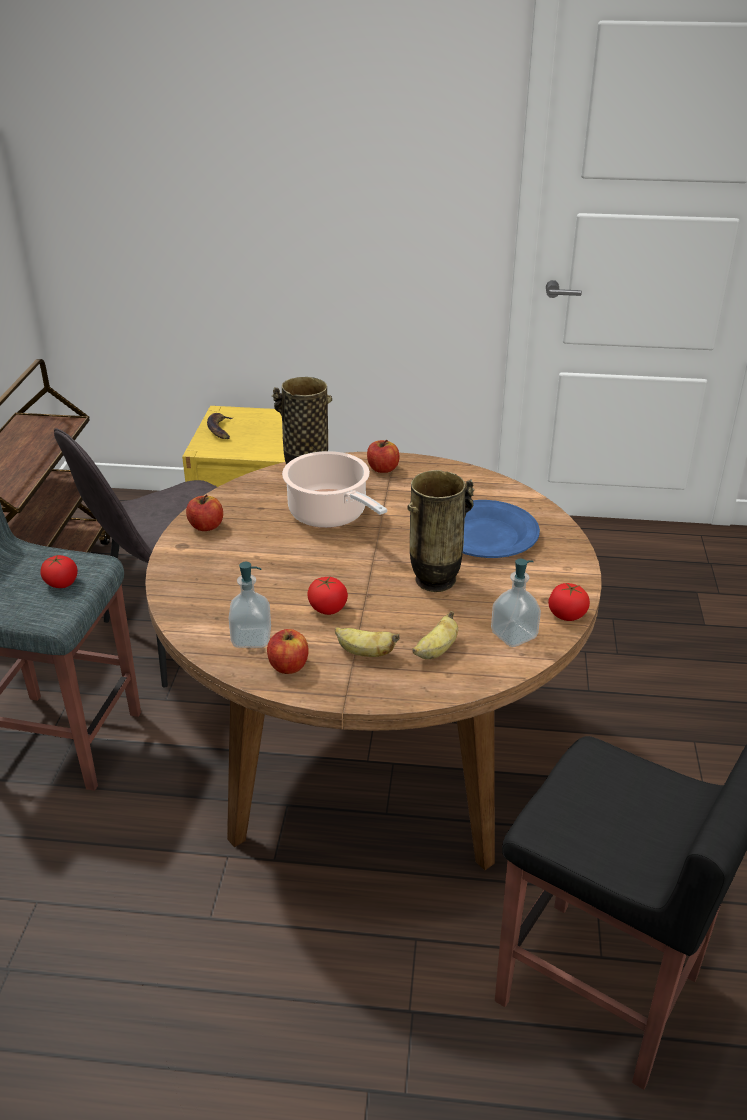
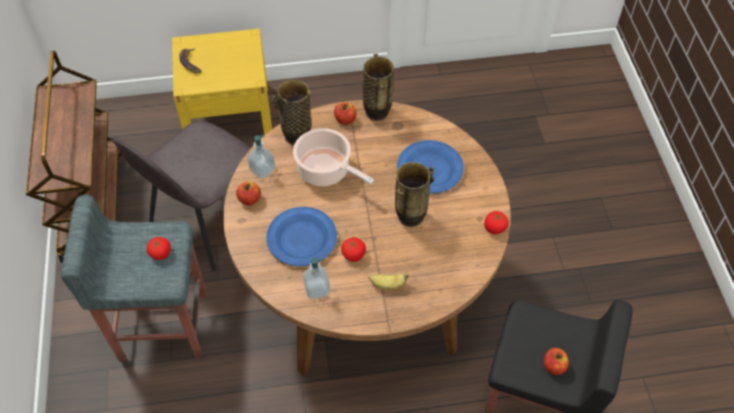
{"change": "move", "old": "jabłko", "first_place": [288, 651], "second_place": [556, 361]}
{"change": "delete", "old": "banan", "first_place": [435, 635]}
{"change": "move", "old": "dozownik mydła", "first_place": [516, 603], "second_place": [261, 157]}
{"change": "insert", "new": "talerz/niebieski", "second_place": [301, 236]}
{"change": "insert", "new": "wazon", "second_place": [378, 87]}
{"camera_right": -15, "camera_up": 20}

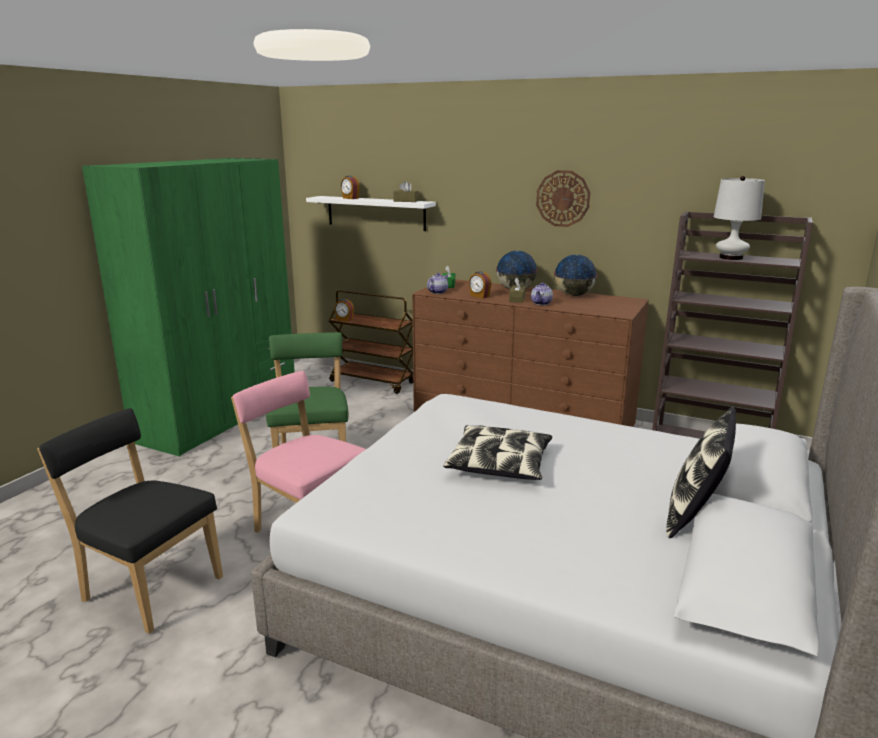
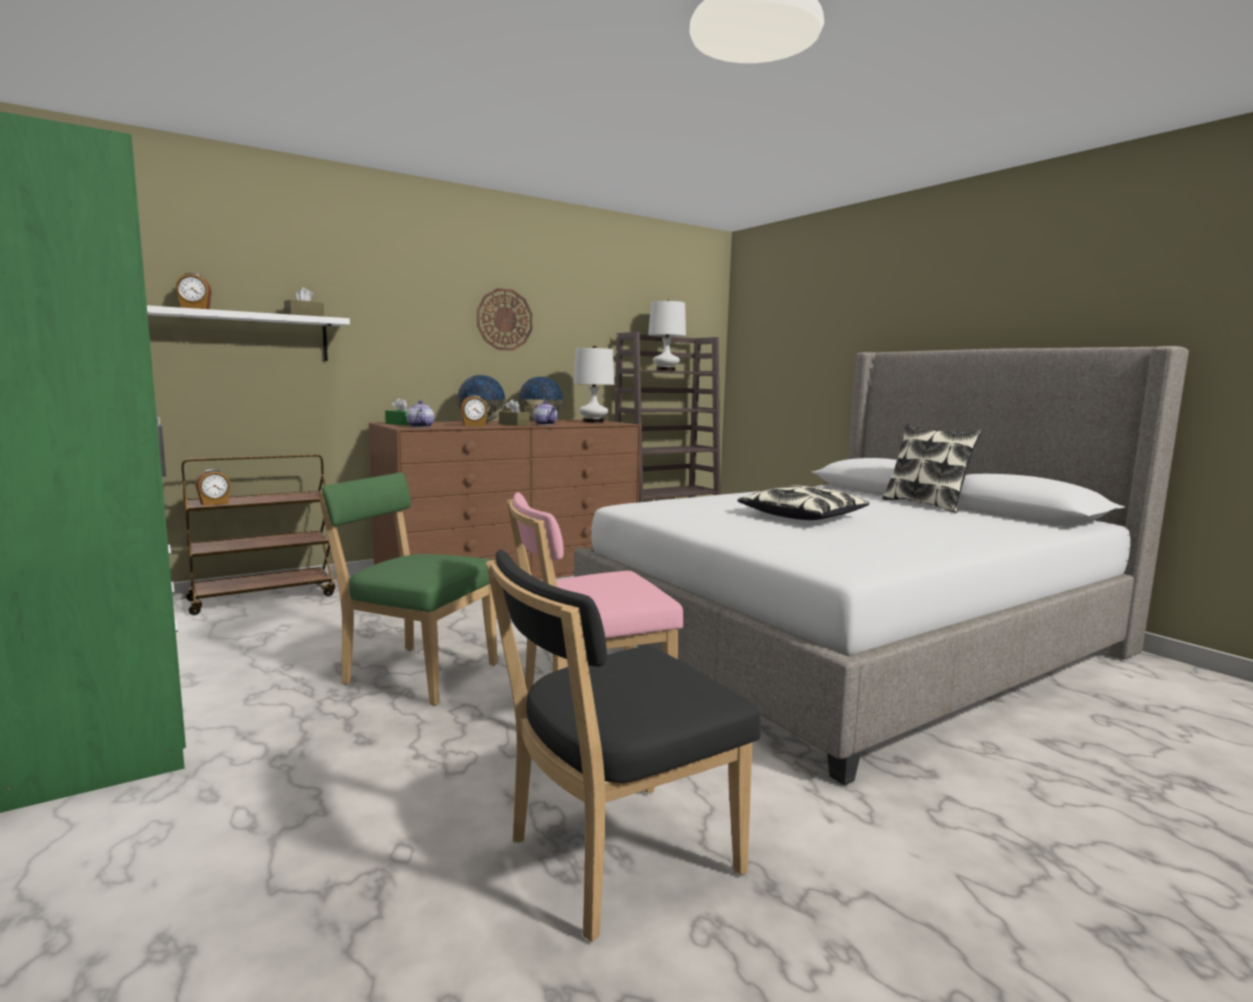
{"change": "insert", "new": "lampa stołowa/biały", "second_place": [594, 384]}
{"camera_right": -60, "camera_up": -10}

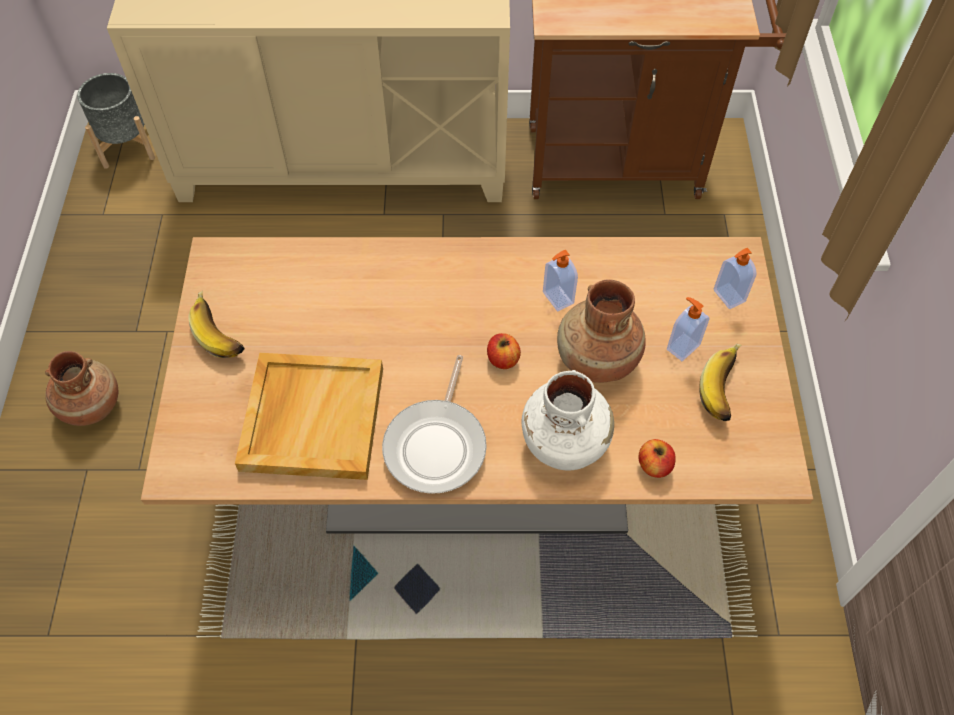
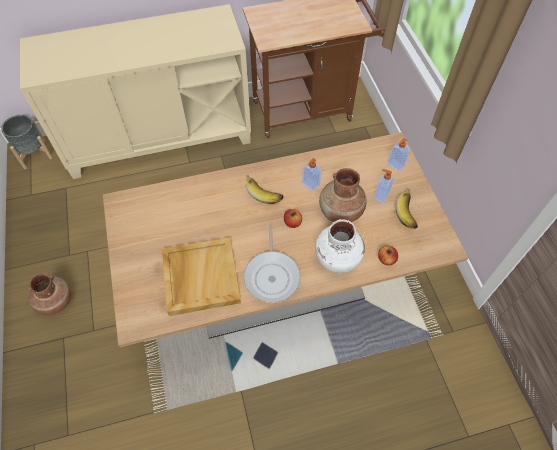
{"change": "move", "old": "banan", "first_place": [216, 324], "second_place": [264, 189]}
{"camera_right": -15, "camera_up": 0}

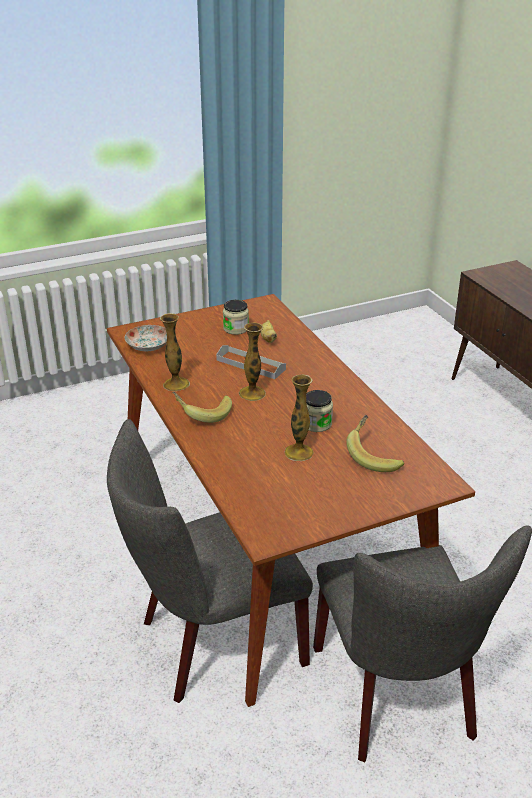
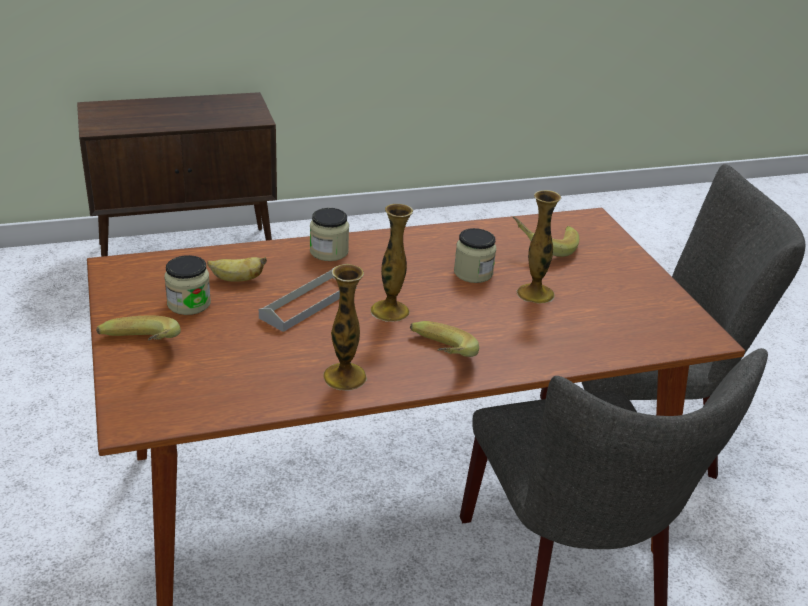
{"change": "delete", "old": "talerz", "first_place": [146, 338]}
{"change": "insert", "new": "banan", "second_place": [138, 327]}
{"change": "insert", "new": "słoik", "second_place": [329, 234]}
{"camera_right": -85, "camera_up": 0}

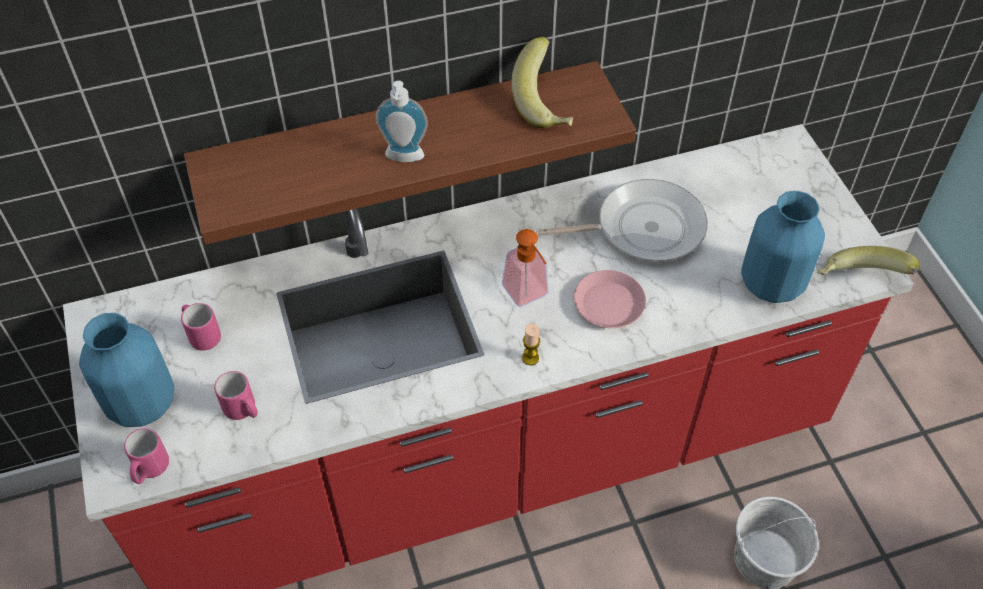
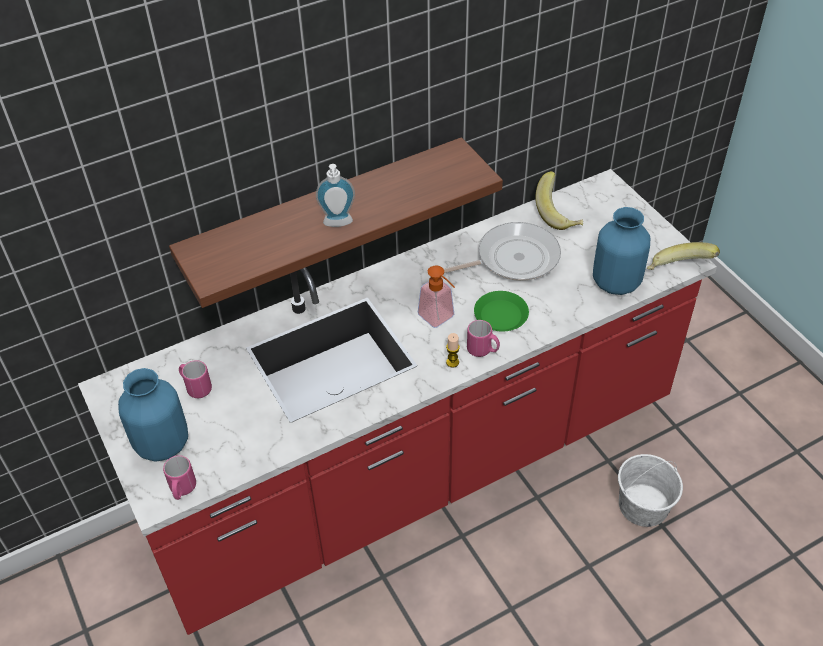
{"change": "move", "old": "kubek/różowy", "first_place": [236, 395], "second_place": [483, 338]}
{"change": "move", "old": "banan", "first_place": [542, 82], "second_place": [559, 200]}
{"change": "recolor", "old": "talerz/różowy", "new": "talerz/zielony", "first_place": [610, 299], "second_place": [501, 311]}
{"camera_right": -10, "camera_up": -5}

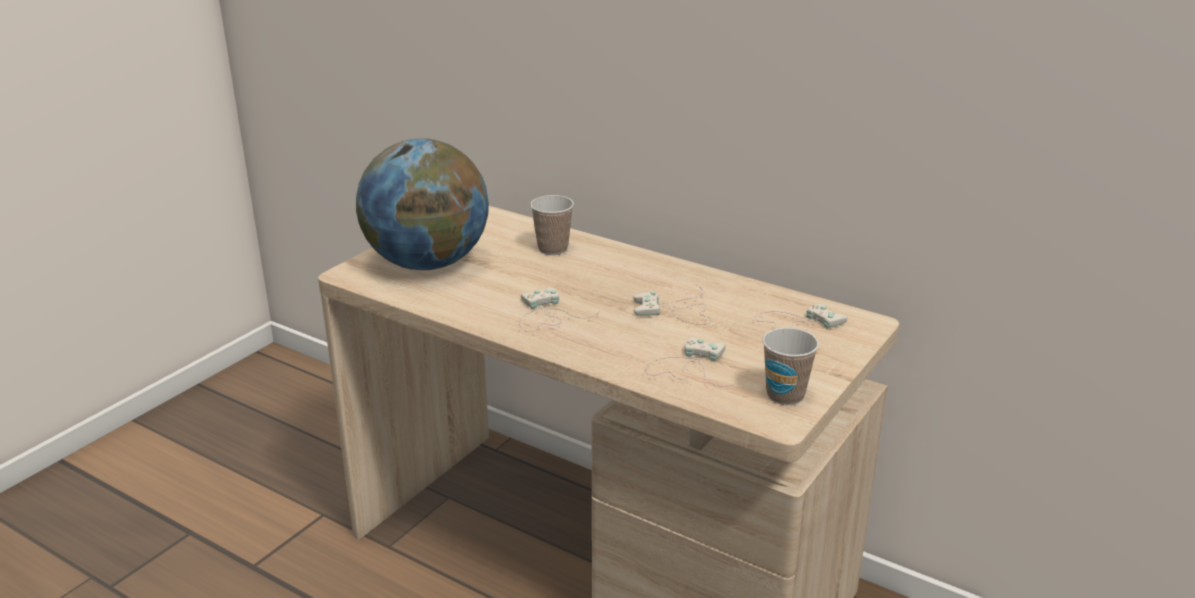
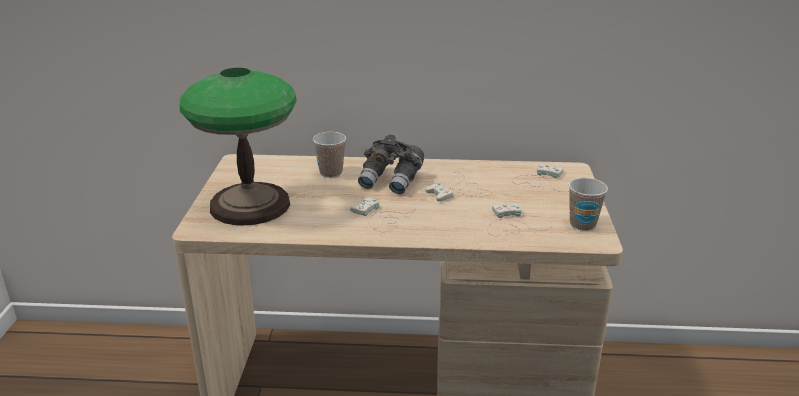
{"change": "replace", "old": "globus", "new": "lampa stołowa", "first_place": [422, 204], "second_place": [238, 147]}
{"change": "insert", "new": "lornetka/szary", "second_place": [391, 164]}
{"camera_right": -30, "camera_up": 0}

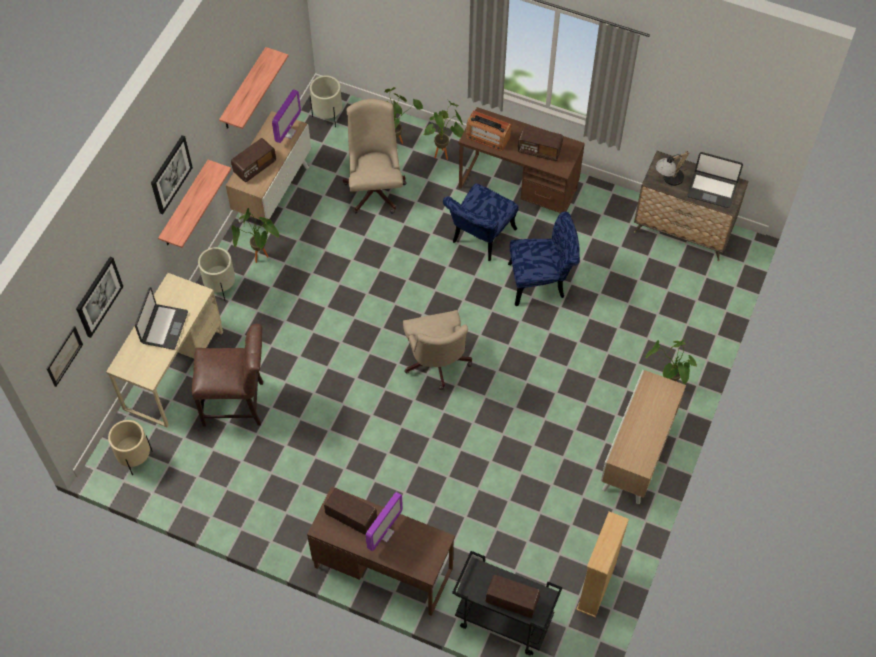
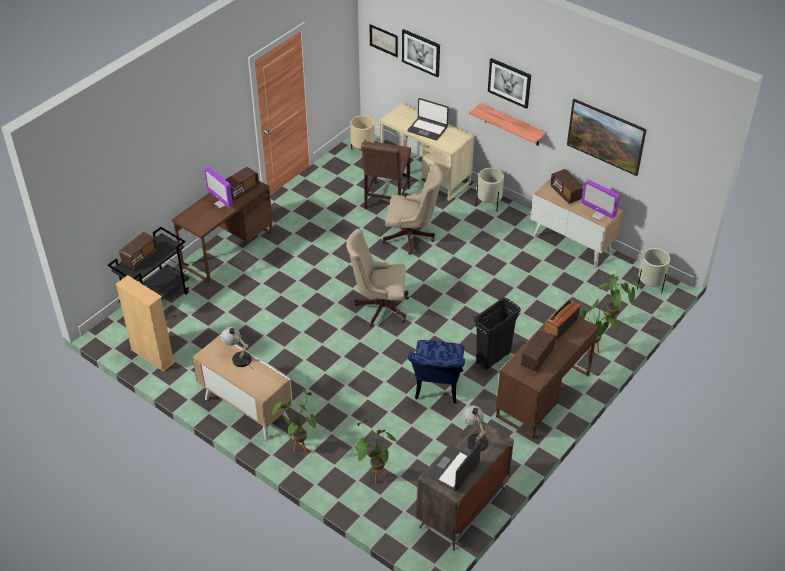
{"change": "replace", "old": "półka", "new": "obraz", "first_place": [253, 88], "second_place": [607, 137]}
{"change": "move", "old": "roślina doniczkowa", "first_place": [255, 235], "second_place": [376, 450]}
{"change": "move", "old": "krzesło biurowe/beżowy", "first_place": [374, 156], "second_place": [412, 209]}
{"change": "replace", "old": "krzesło/niebieski", "new": "kosz na śmieci/czarny", "first_place": [481, 222], "second_place": [497, 333]}
{"change": "insert", "new": "lampa stołowa", "second_place": [237, 348]}
{"camera_right": 105, "camera_up": -15}

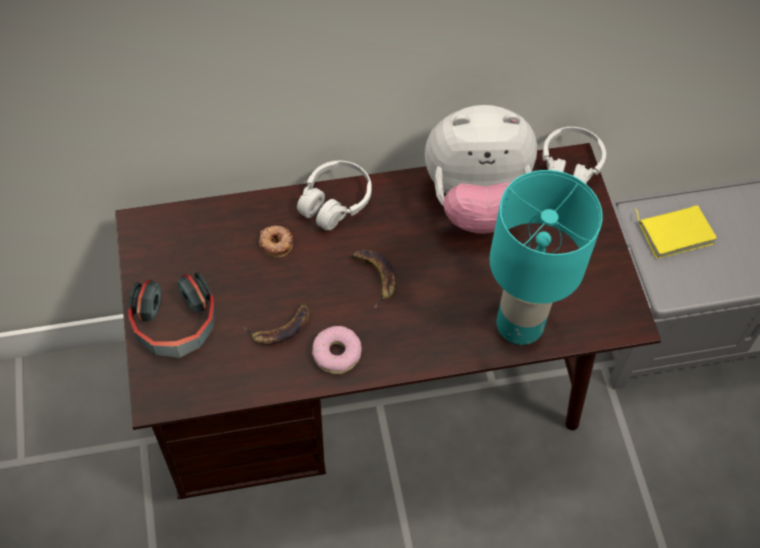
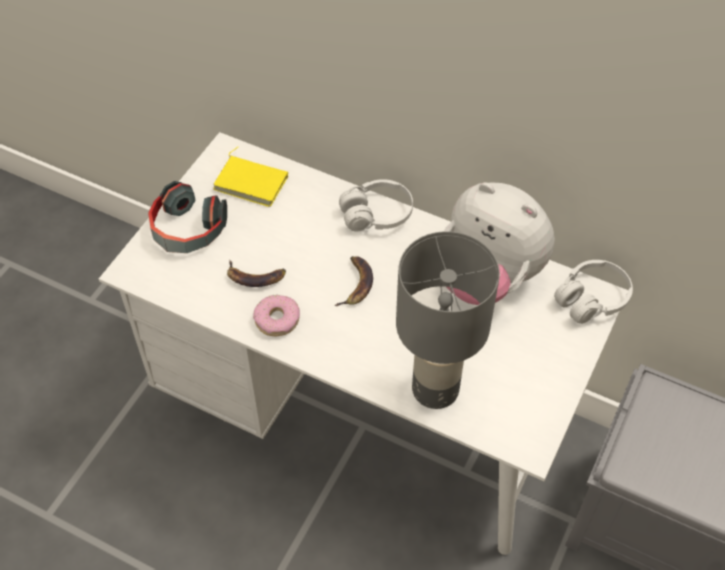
{"change": "recolor", "old": "biurko/brązowy", "new": "biurko/biały", "first_place": [388, 321], "second_place": [363, 343]}
{"change": "delete", "old": "donut", "first_place": [276, 242]}
{"change": "recolor", "old": "lampa stołowa/turkusowy", "new": "lampa stołowa/szary", "first_place": [546, 257], "second_place": [448, 320]}
{"change": "move", "old": "książka/żółty", "first_place": [676, 231], "second_place": [250, 177]}
{"camera_right": 40, "camera_up": -5}

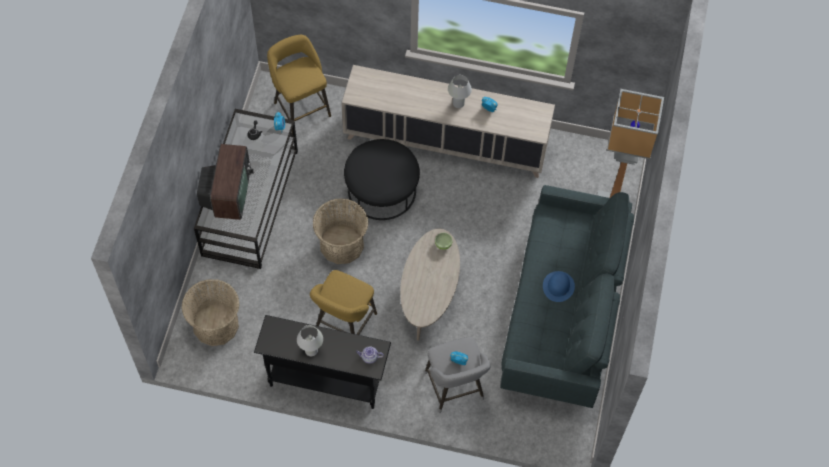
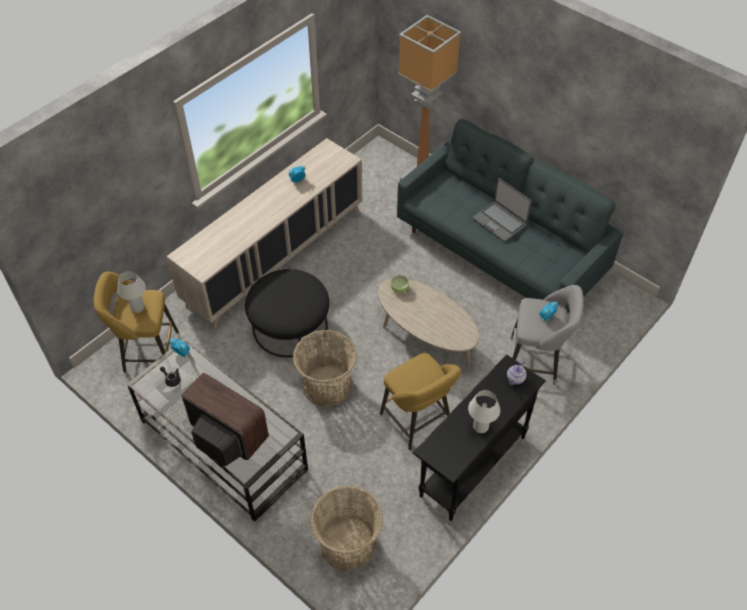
{"change": "move", "old": "lampa stołowa/biały", "first_place": [460, 91], "second_place": [131, 292]}
{"change": "replace", "old": "kapelusz/niebieski", "new": "laptop", "first_place": [559, 286], "second_place": [502, 210]}
{"camera_right": -60, "camera_up": -10}

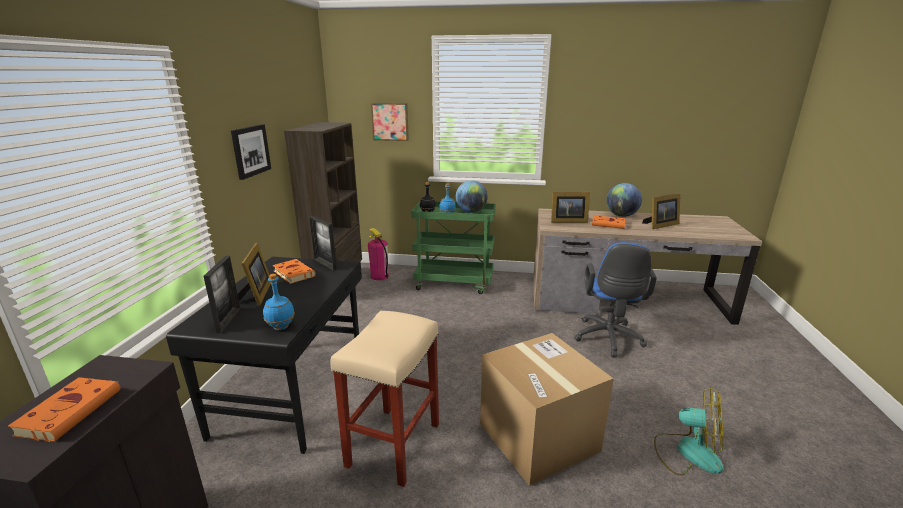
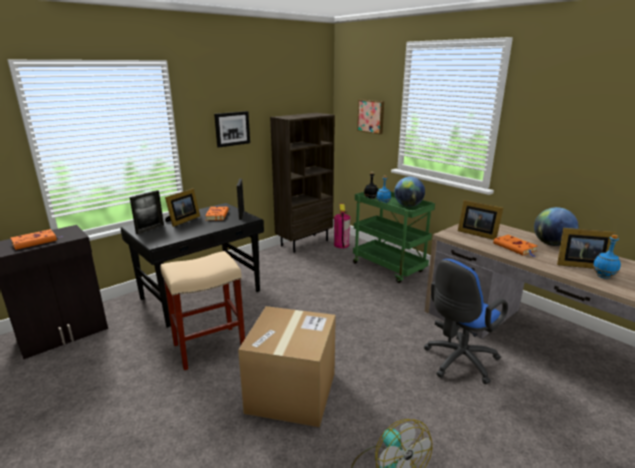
{"change": "move", "old": "butelka/niebieski", "first_place": [279, 302], "second_place": [607, 257]}
{"camera_right": 40, "camera_up": 0}

